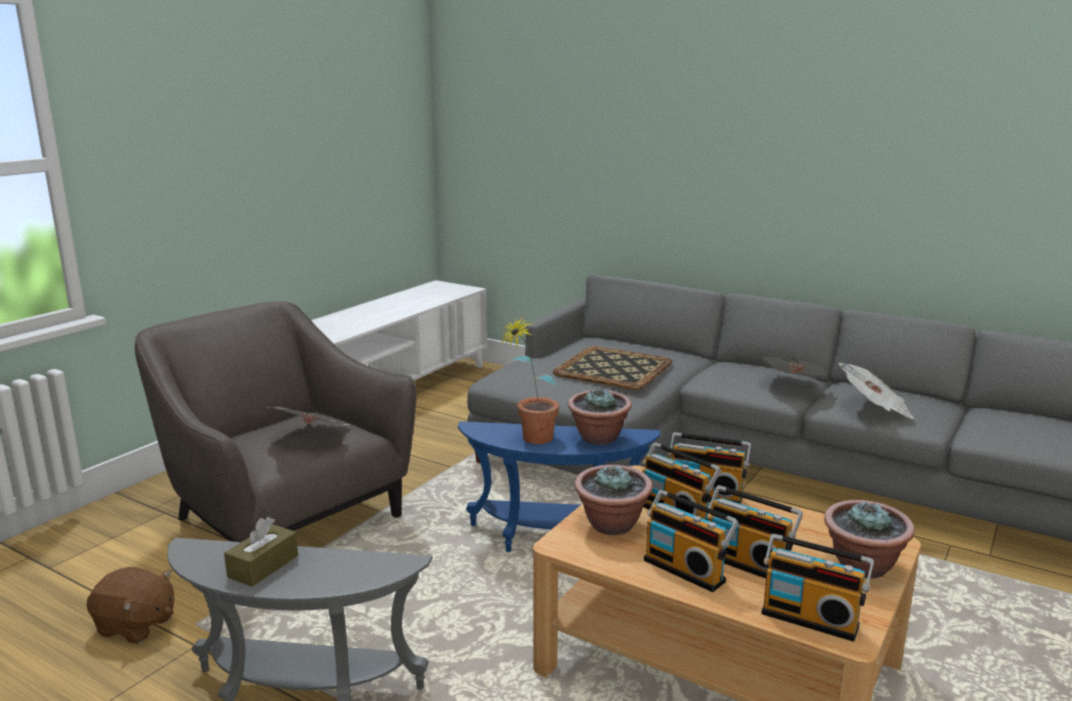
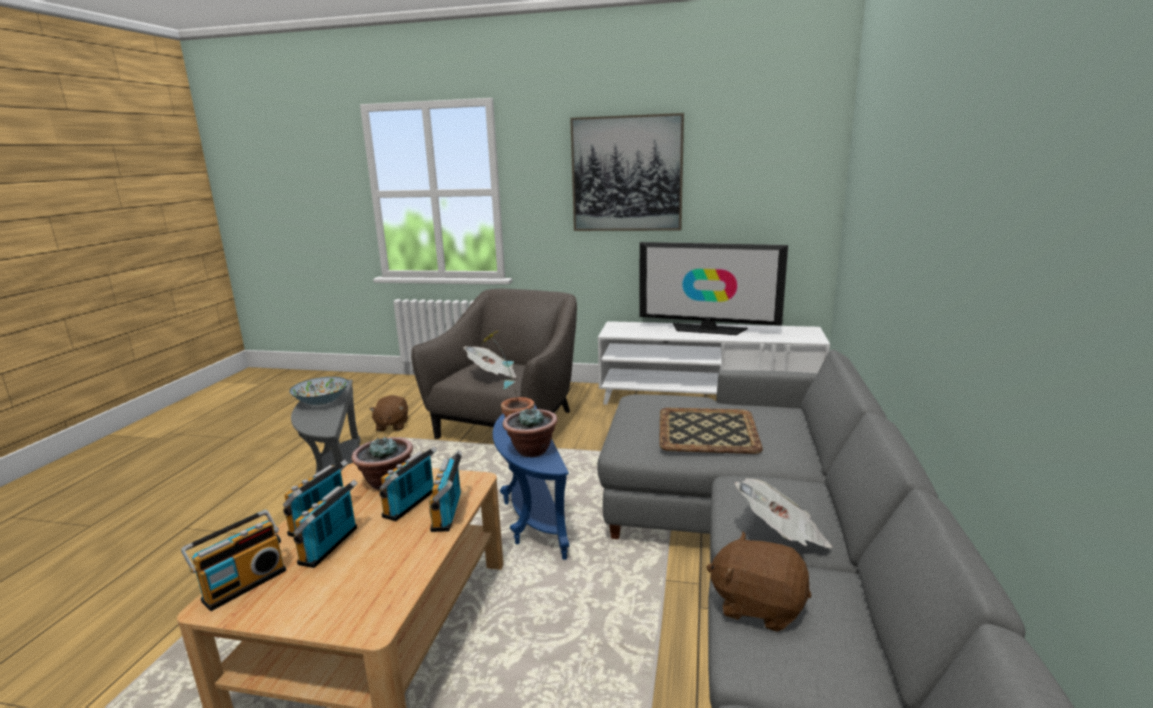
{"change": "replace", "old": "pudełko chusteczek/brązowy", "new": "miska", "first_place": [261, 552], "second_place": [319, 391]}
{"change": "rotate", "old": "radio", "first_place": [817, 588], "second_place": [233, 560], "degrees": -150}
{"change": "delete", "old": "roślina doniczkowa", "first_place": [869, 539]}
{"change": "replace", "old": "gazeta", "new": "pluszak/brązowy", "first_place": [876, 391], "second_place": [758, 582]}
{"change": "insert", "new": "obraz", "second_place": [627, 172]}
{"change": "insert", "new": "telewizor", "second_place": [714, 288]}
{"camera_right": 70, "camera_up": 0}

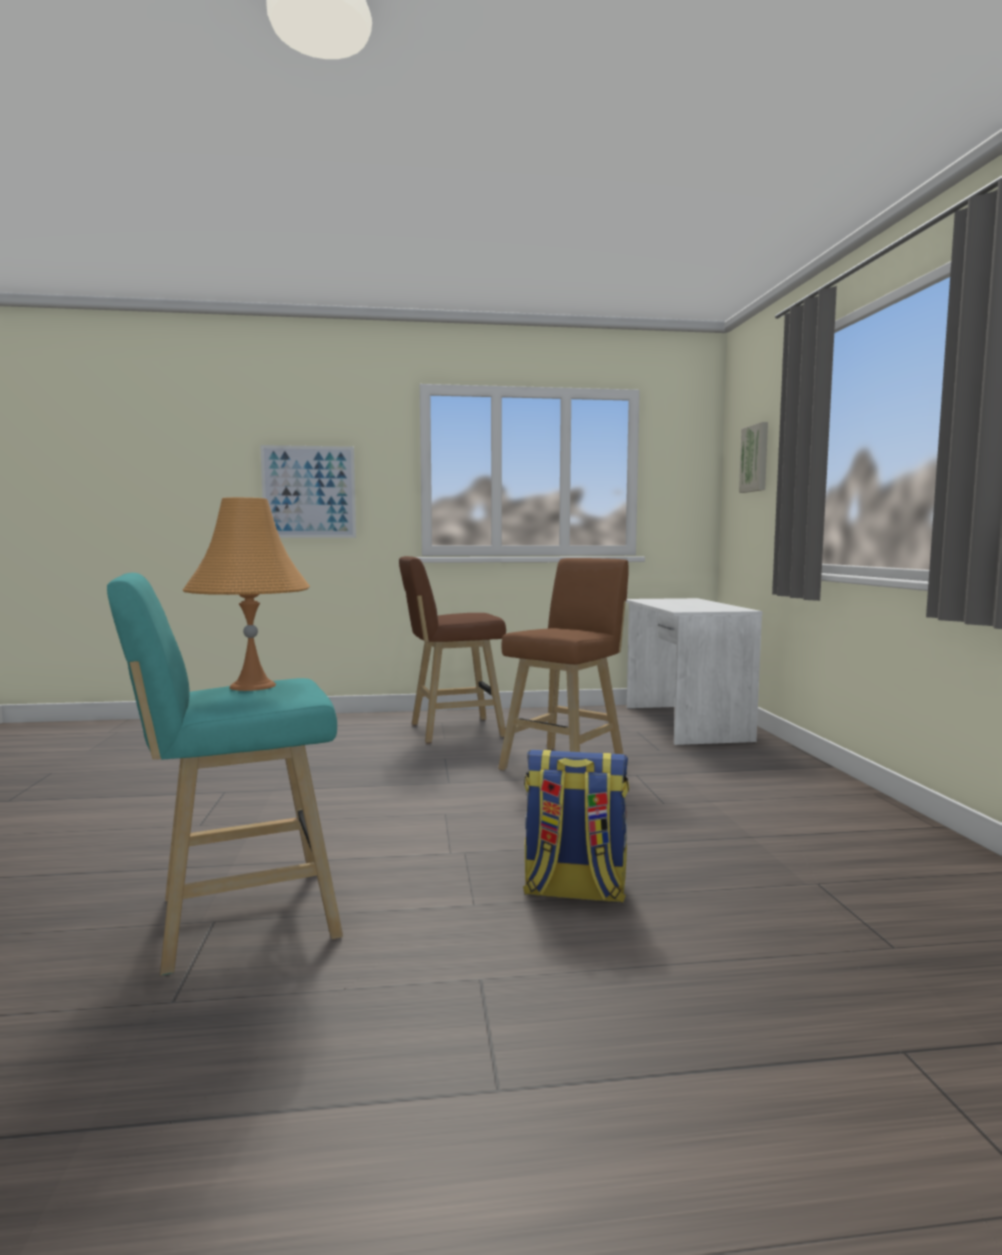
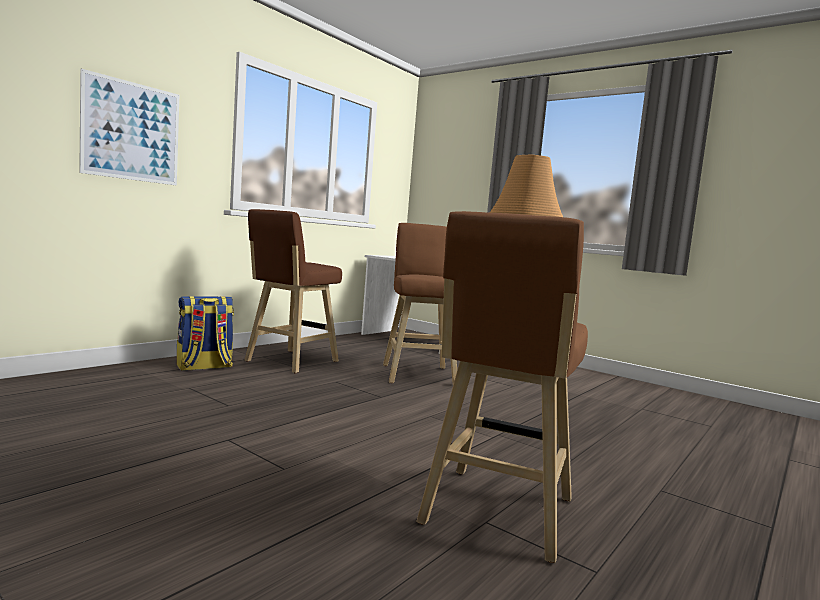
{"change": "recolor", "old": "stołek/turkusowy", "new": "stołek/brązowy", "first_place": [225, 774], "second_place": [502, 387]}
{"change": "move", "old": "plecak", "first_place": [576, 826], "second_place": [205, 333]}
{"change": "delete", "old": "obraz", "first_place": [753, 457]}
{"camera_right": -45, "camera_up": 0}

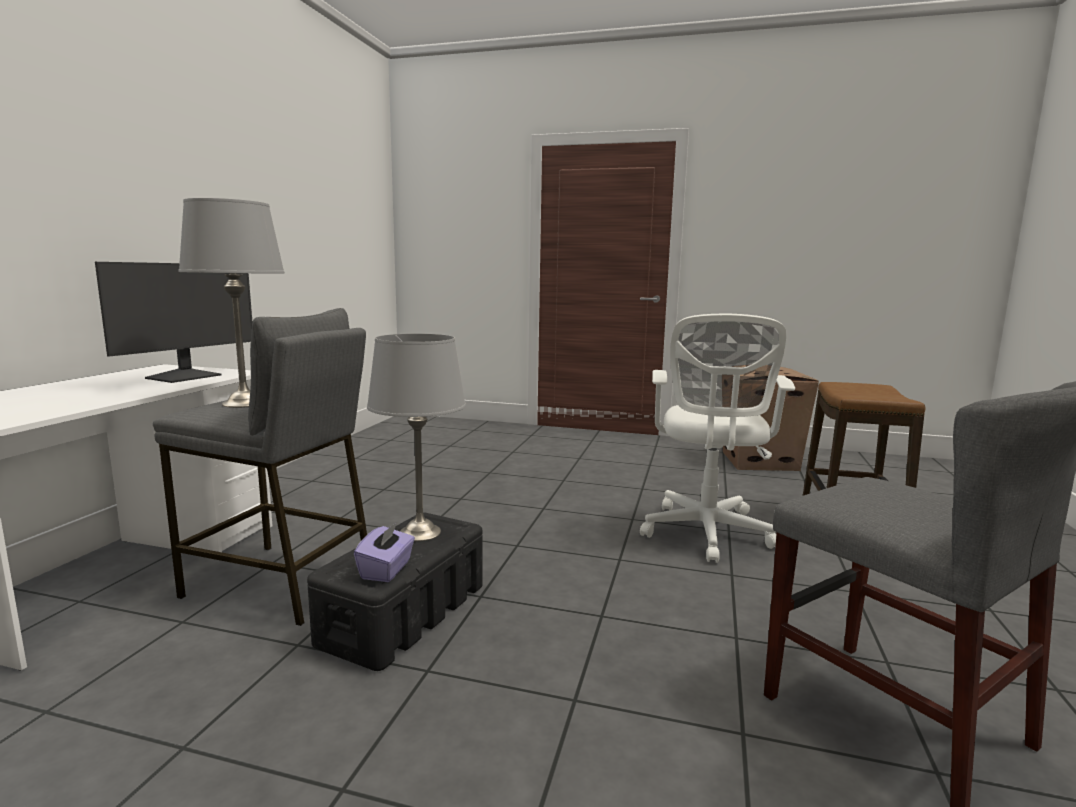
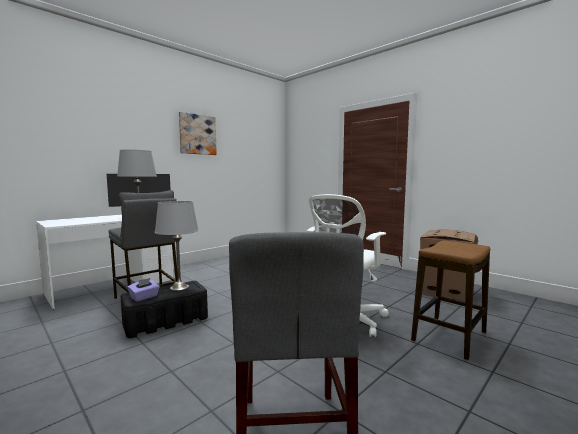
{"change": "insert", "new": "obraz", "second_place": [198, 133]}
{"camera_right": 30, "camera_up": -5}

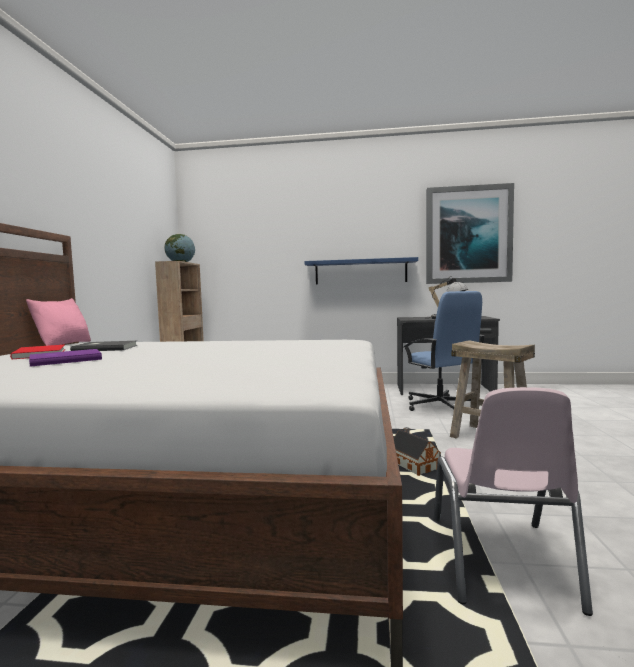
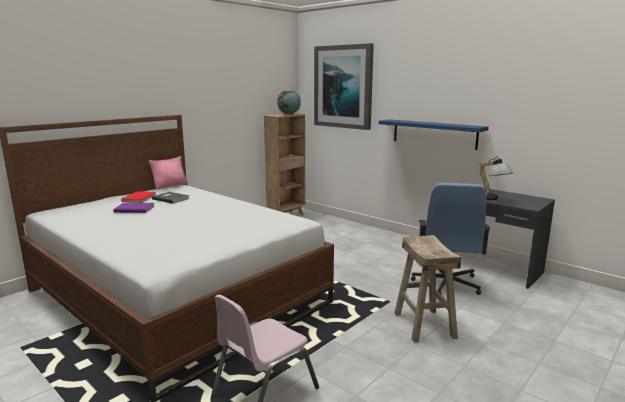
{"change": "delete", "old": "domek", "first_place": [417, 451]}
{"change": "move", "old": "obraz", "first_place": [470, 233], "second_place": [344, 86]}
{"camera_right": 35, "camera_up": 10}

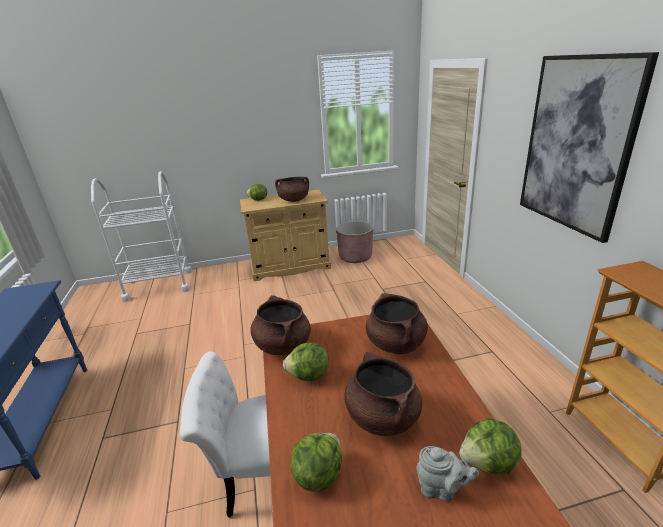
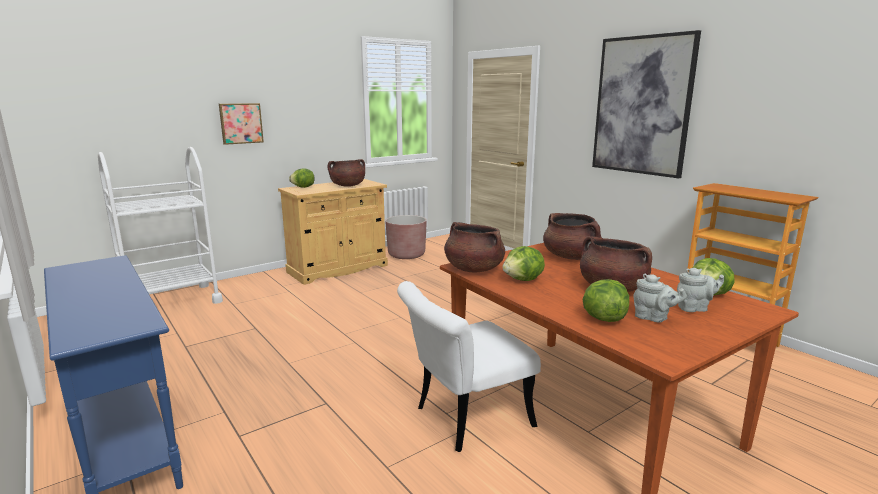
{"change": "insert", "new": "obraz", "second_place": [241, 124]}
{"change": "insert", "new": "imbryk/szary", "second_place": [660, 298]}
{"camera_right": -25, "camera_up": -10}

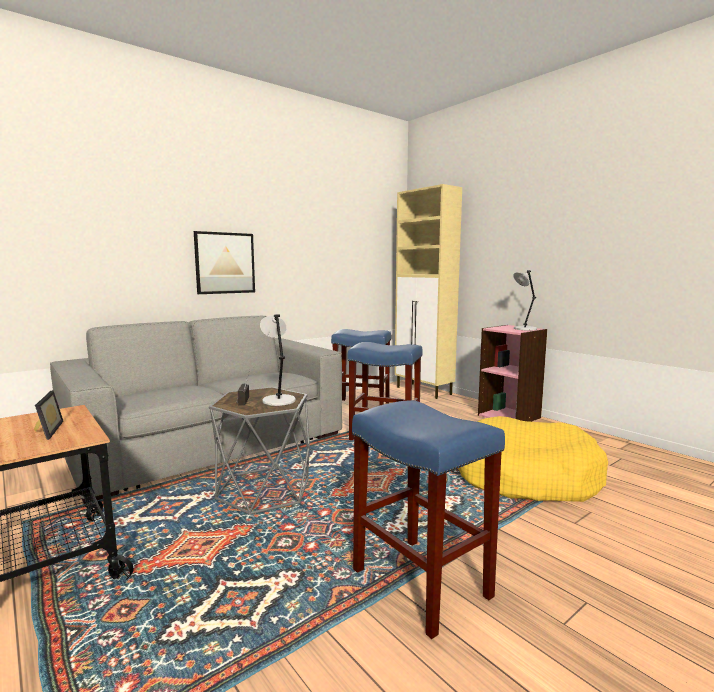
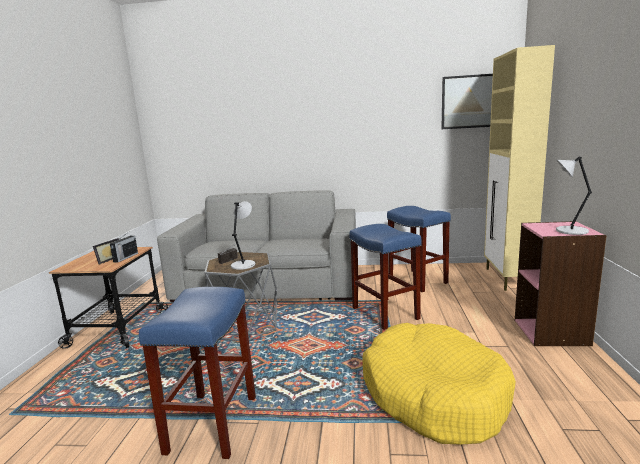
{"change": "move", "old": "obraz", "first_place": [224, 262], "second_place": [467, 101]}
{"change": "insert", "new": "radio", "second_place": [124, 248]}
{"camera_right": 45, "camera_up": 5}

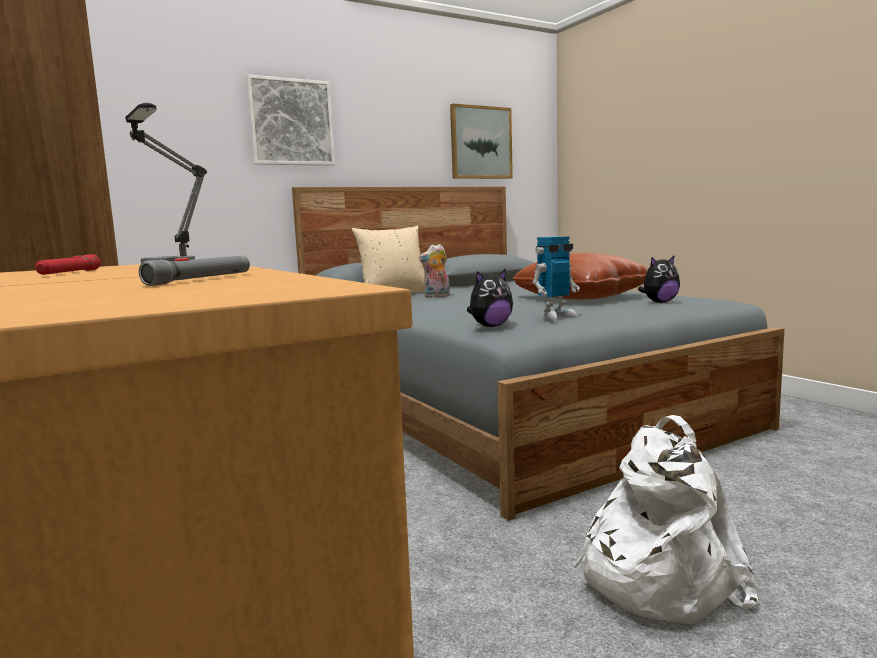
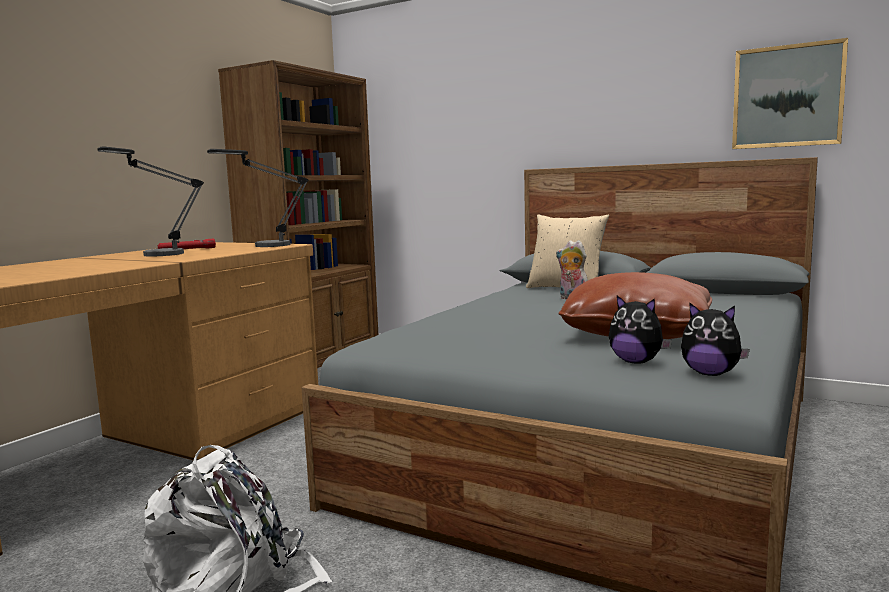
{"change": "delete", "old": "latarka/szary", "first_place": [194, 270]}
{"change": "delete", "old": "obraz", "first_place": [290, 120]}
{"change": "move", "old": "pluszak", "first_place": [490, 298], "second_place": [715, 339]}
{"change": "delete", "old": "robot zabawkowy", "first_place": [556, 277]}
{"change": "insert", "new": "lampa stołowa", "second_place": [150, 201]}
{"camera_right": 60, "camera_up": 0}

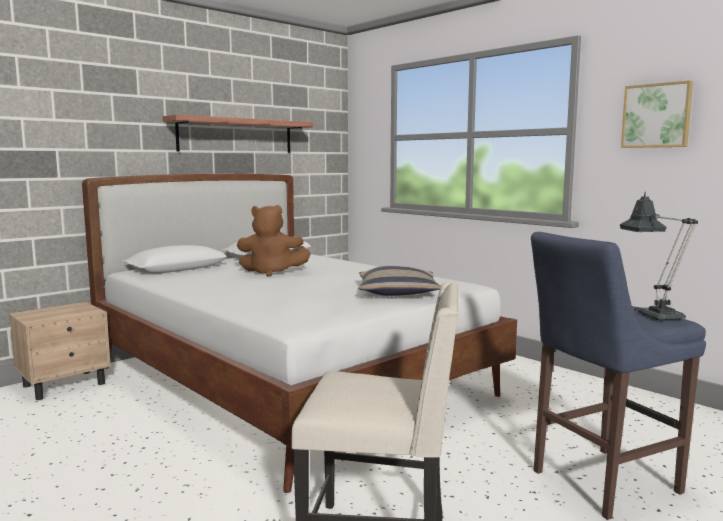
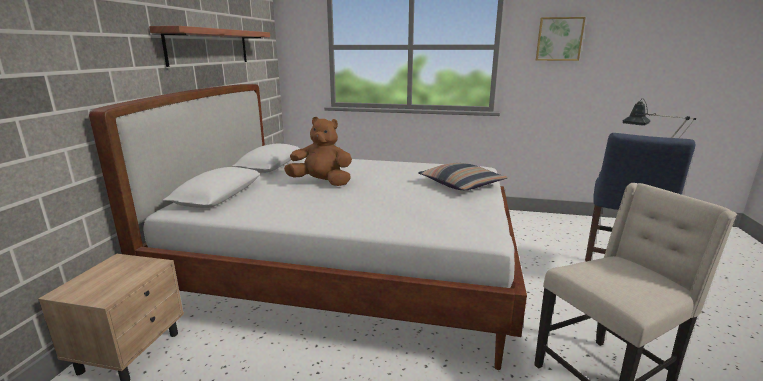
{"change": "rotate", "old": "pluszak/brązowy", "first_place": [274, 241], "second_place": [318, 151], "degrees": -135}
{"camera_right": -35, "camera_up": 10}

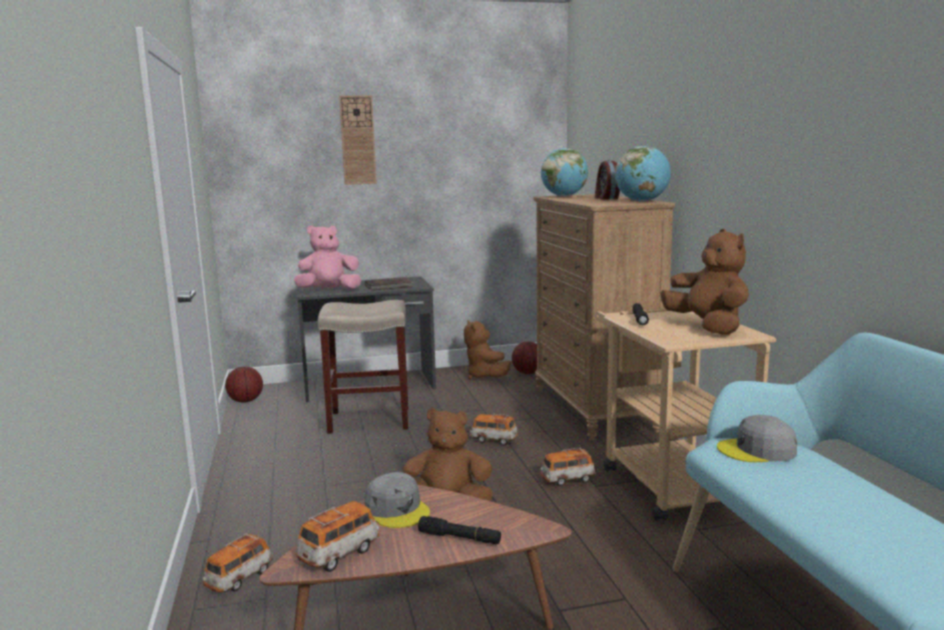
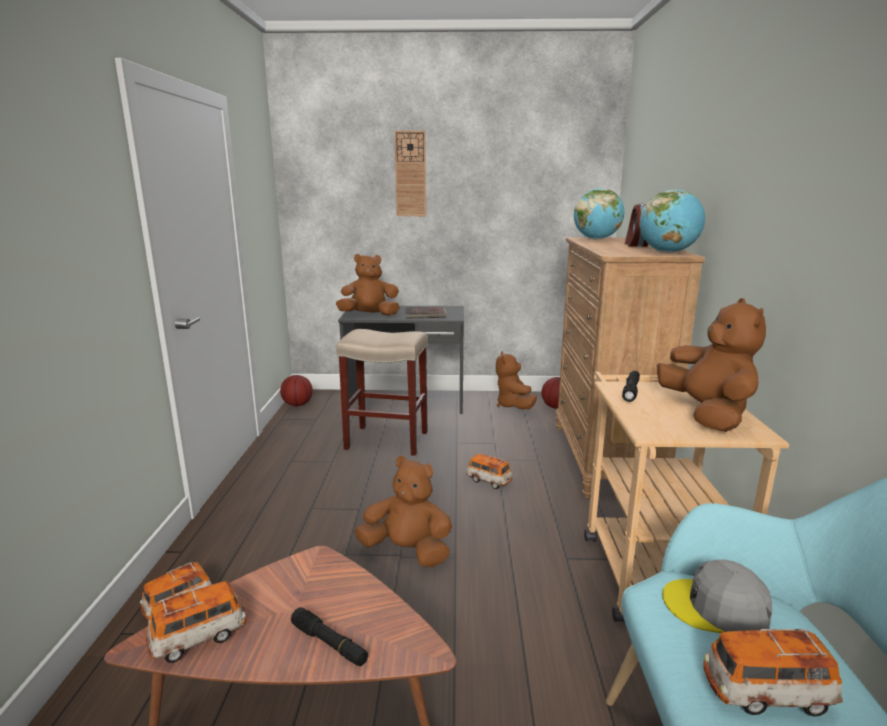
{"change": "recolor", "old": "pluszak/różowy", "new": "pluszak/brązowy", "first_place": [328, 257], "second_place": [368, 285]}
{"change": "delete", "old": "czapka z daszkiem/szary", "first_place": [397, 500]}
{"change": "move", "old": "samochodzik", "first_place": [568, 467], "second_place": [773, 672]}
{"camera_right": 15, "camera_up": 5}

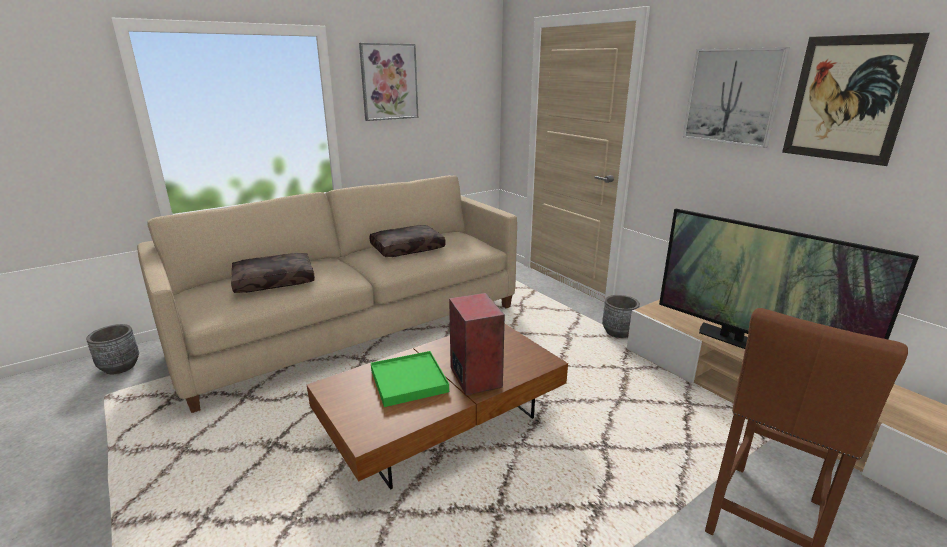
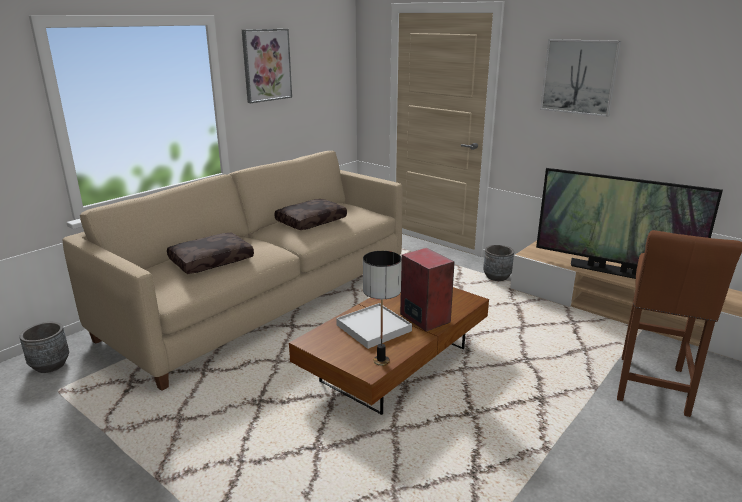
{"change": "recolor", "old": "taca/zielony", "new": "taca/biały", "first_place": [410, 379], "second_place": [374, 326]}
{"change": "delete", "old": "obraz", "first_place": [856, 99]}
{"change": "insert", "new": "lampa stołowa", "second_place": [382, 308]}
{"camera_right": -15, "camera_up": 0}

